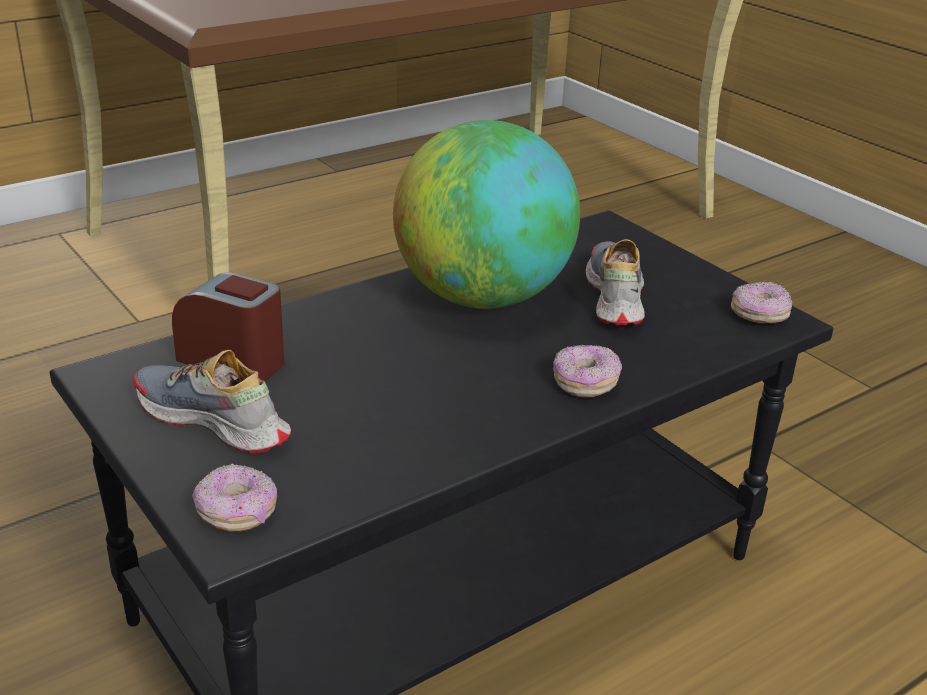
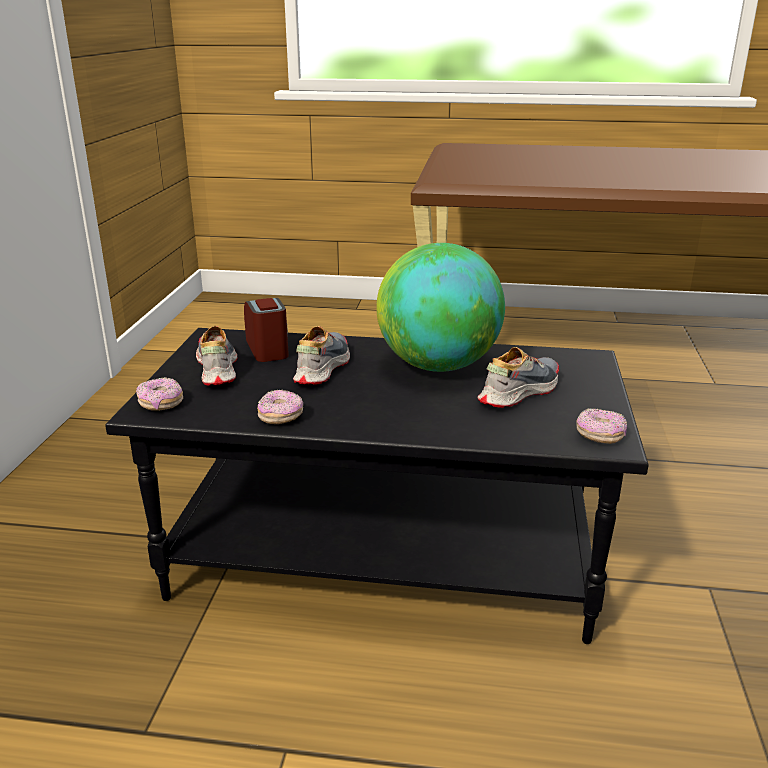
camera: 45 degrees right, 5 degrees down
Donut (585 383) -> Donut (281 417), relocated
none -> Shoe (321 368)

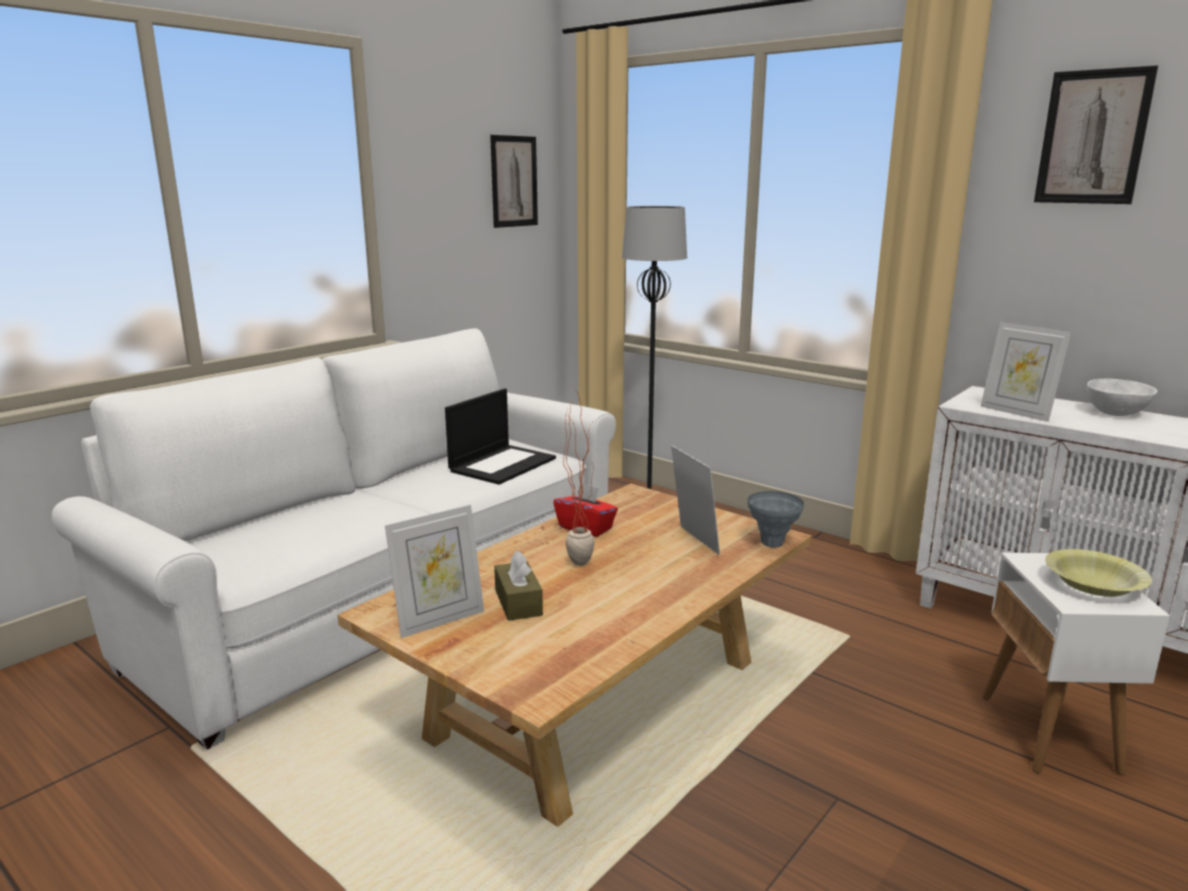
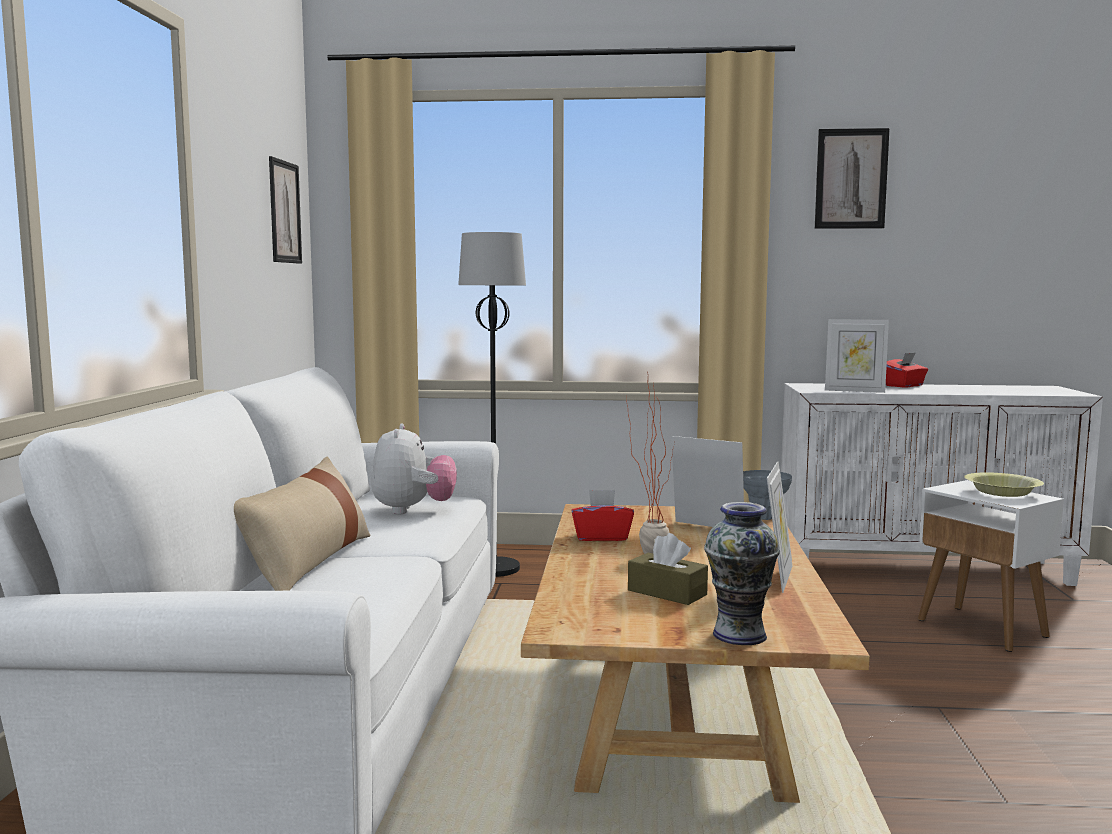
camera: 35 degrees left, 10 degrees down
WhiteBowl (1116 413) -> RedTissueBox (904 386)
Laptop (502 464) -> PlushToy (413 510)
PictureFrame (439 620) -> PictureFrame (778 577), relocated
none -> BeigePillow (308 563)
none -> Vase (740 635)

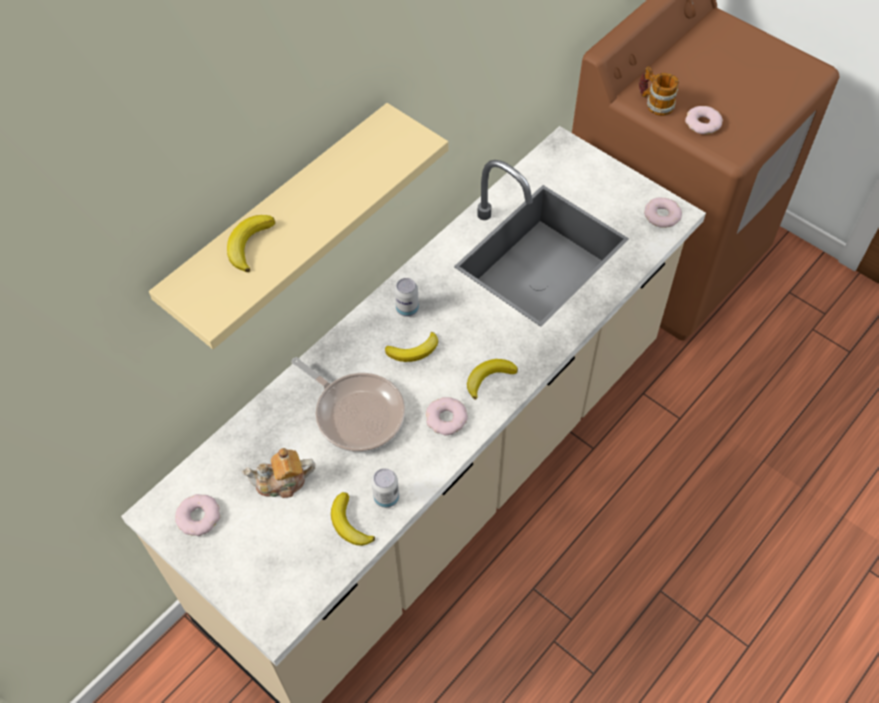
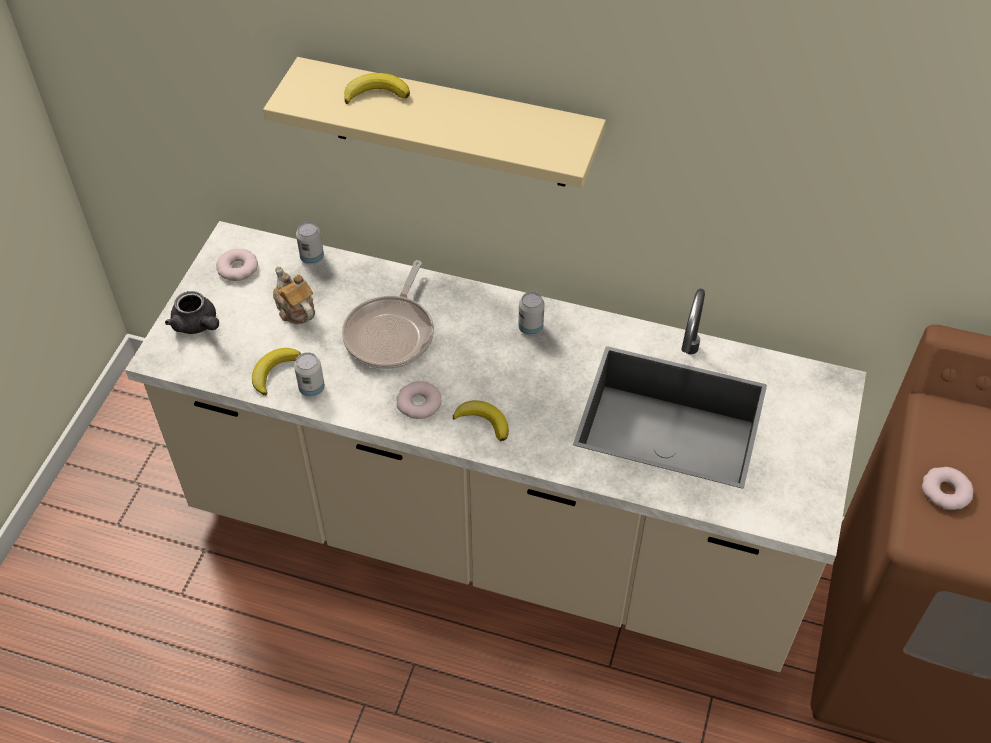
camera: 65 degrees right, 5 degrees down
Mug (655 103) -> none
Donut (662 215) -> none
Banana (414 350) -> none
none -> Can (312 258)
none -> GreyTeapot (197 325)

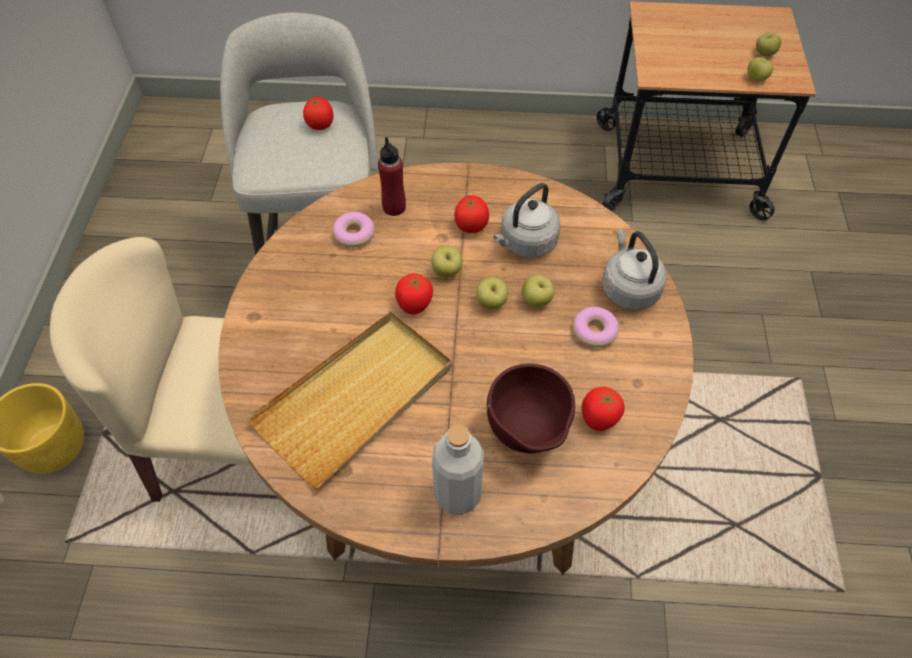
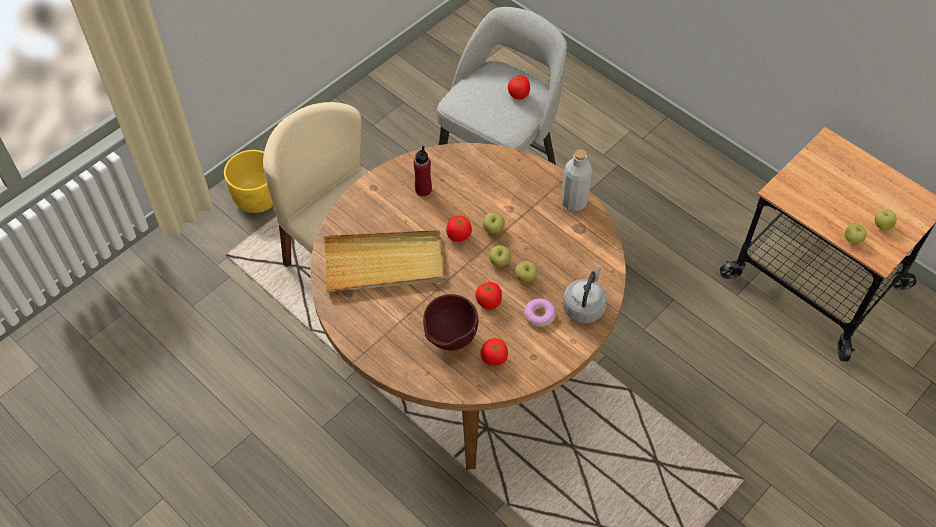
camera: 40 degrees right, 0 degrees up
RedBottle (394 207) -> RedBottle (423 189), relocated
GreyKettle (526 243) -> none
Tomato (471 225) -> Tomato (489 302), relocated
Donut (354 234) -> none
GreyBottle (457 494) -> GreyBottle (574 202), relocated

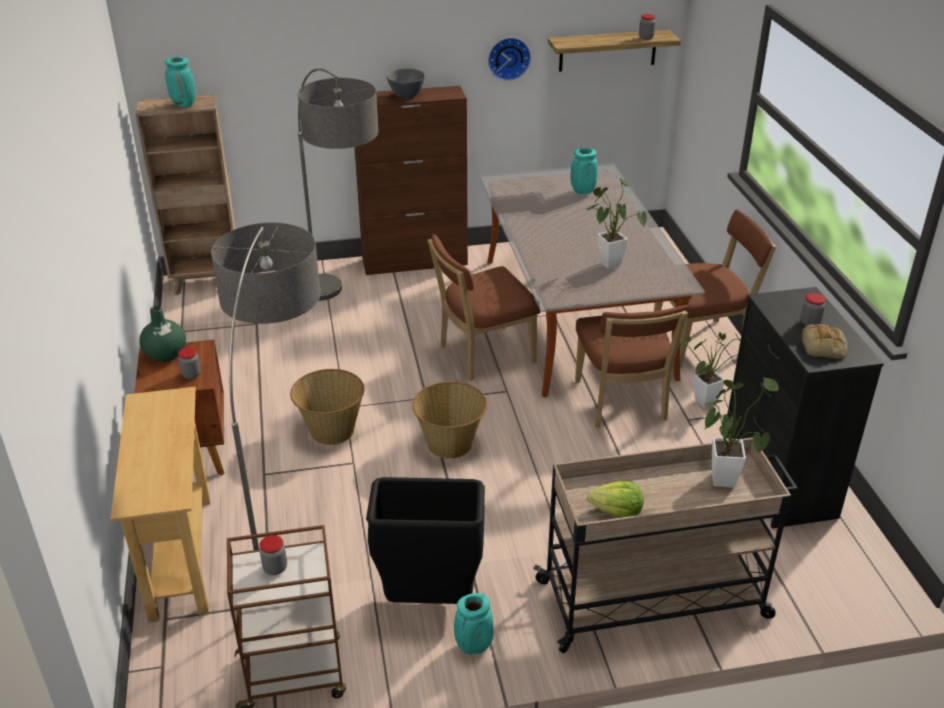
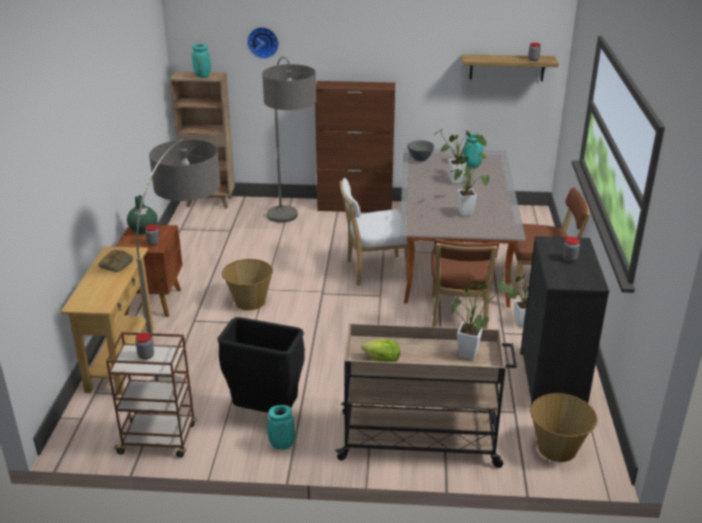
camera: 15 degrees right, 5 degrees down
WallClock (508 58) -> WallClock (263 42), relocated
GreyBowl (406 96) -> GreyBowl (420 160), relocated
BrownChair (482 355) -> WhiteChair (374 271)
Bread (824 347) -> Bread (116 264), relocated
Basket (450 444) -> Basket (557 449), relocated
none -> PottedPlant (459 181)

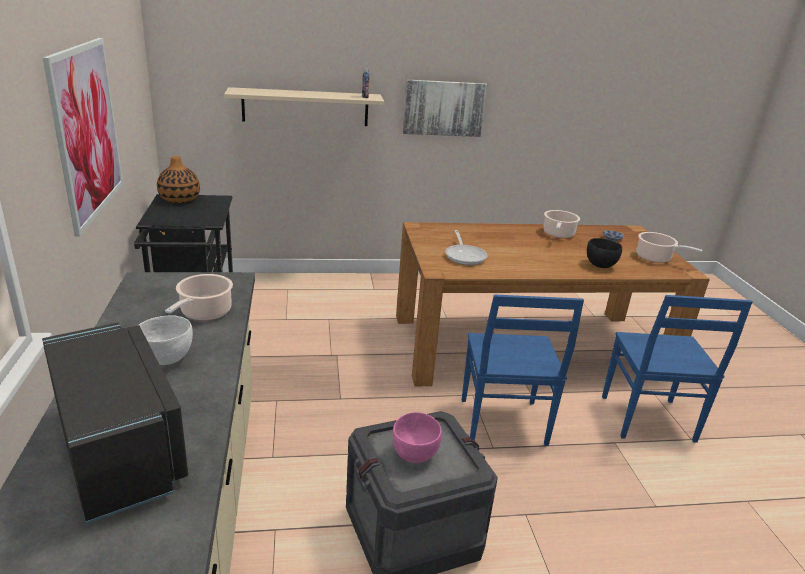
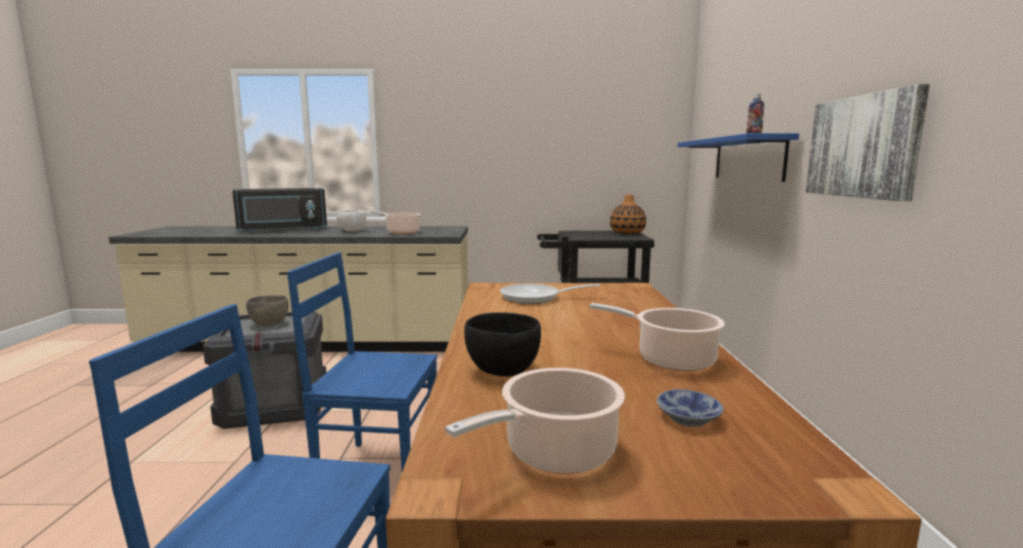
camera: 100 degrees right, 15 degrees down
Picture (87 131) -> none
BeigeShelf (305 107) -> BlueShelf (748 159)
PinkBowl (415 454) -> GreyBowl (269 324)

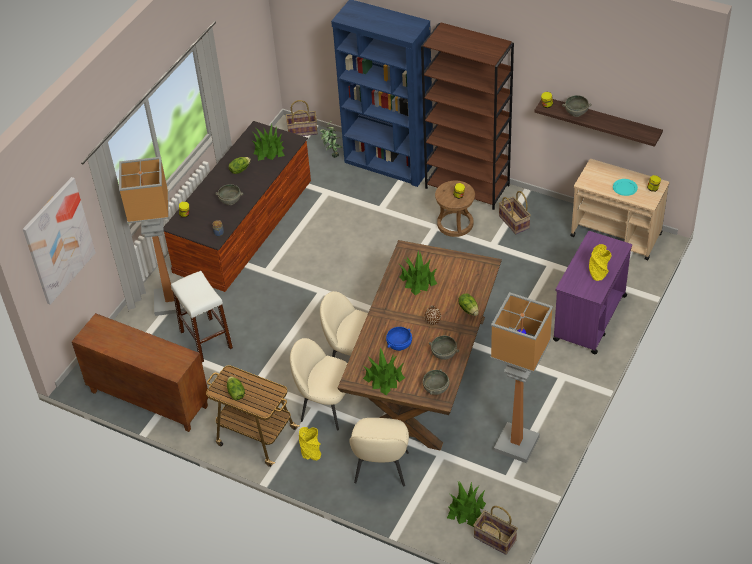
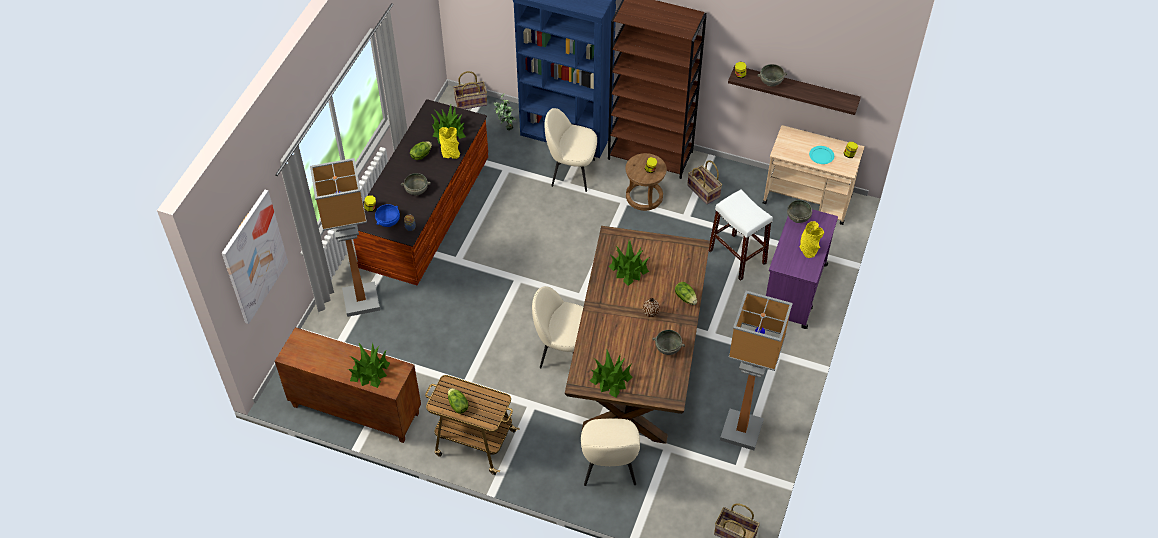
camera: 10 degrees left, 5 degrees up
WhiteStool (206 340) -> WhiteStool (737 257), relocated
BlueBowl (399 345) -> BlueBowl (388 222), relocated
BeigeChair (325 406) -> BeigeChair (571 172), relocated
GreyBowl (436 389) -> GreyBowl (798 217), relocated
YellowVase (311 452) -> YellowVase (450 152), relocated
PottedPlant (466 509) -> PottedPlant (370 371), relocated

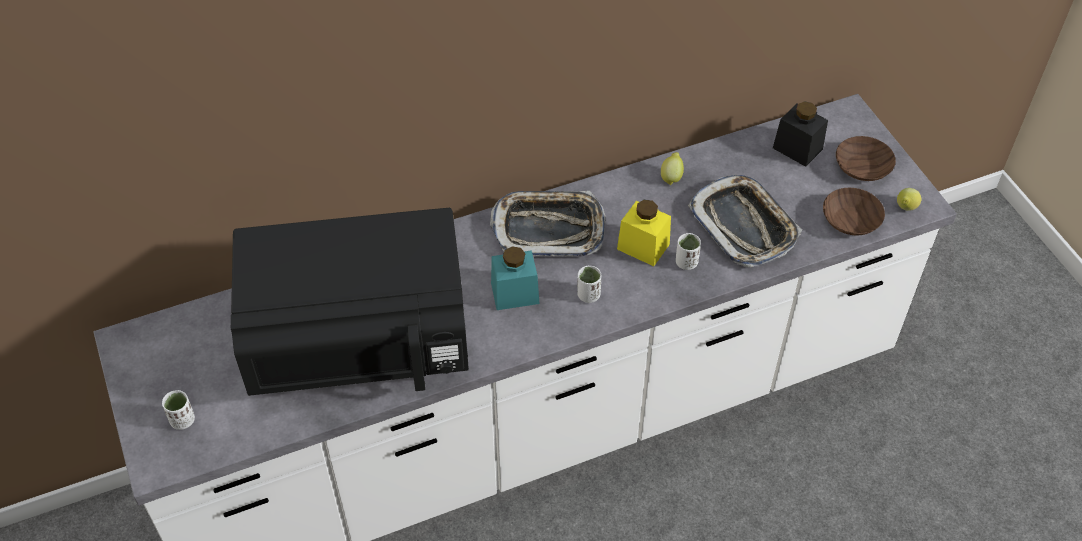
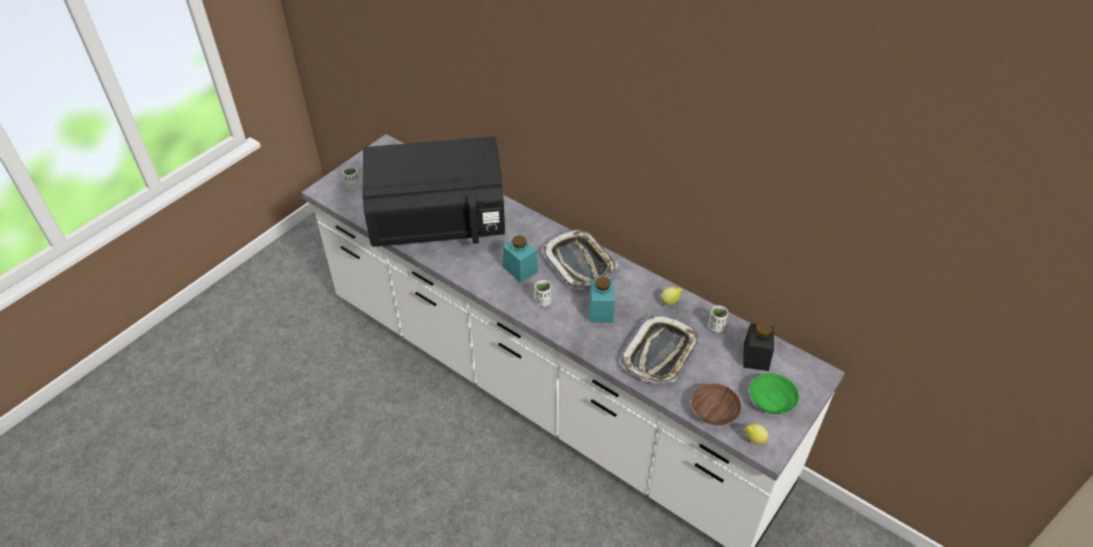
camera: 60 degrees right, 5 degrees down
BrownBowl (861 168) -> GreenBowl (770 399)
YellowJar (643 246) -> TurquoiseJar (601 311)
BlackMicrowave (360 347) -> BlackMicrowave (439 225), 60 degrees counterclockwise
WhiteCup (686 262) -> WhiteCup (716 327), relocated

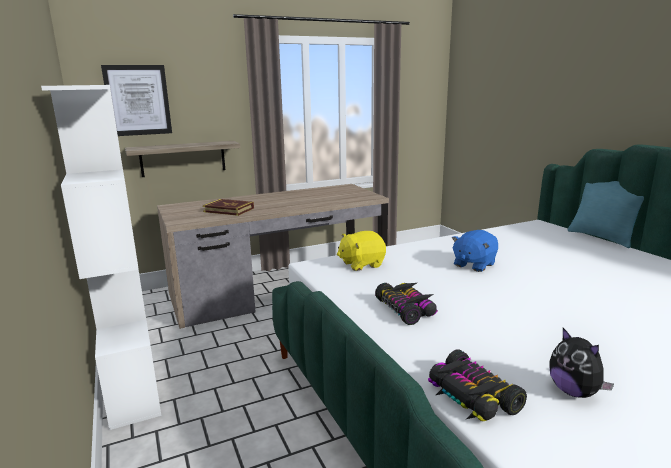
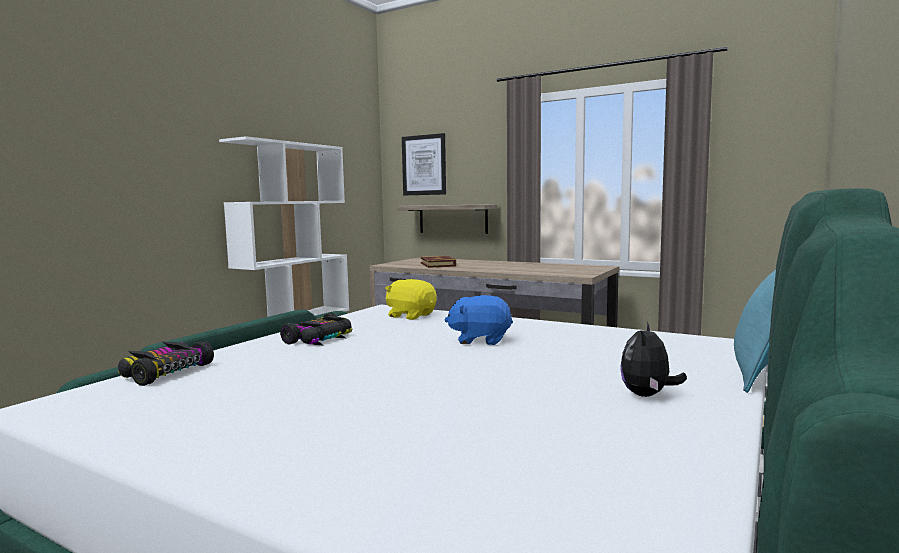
camera: 55 degrees right, 10 degrees down
PlushToy (574 392) -> PlushToy (647 395), relocated

